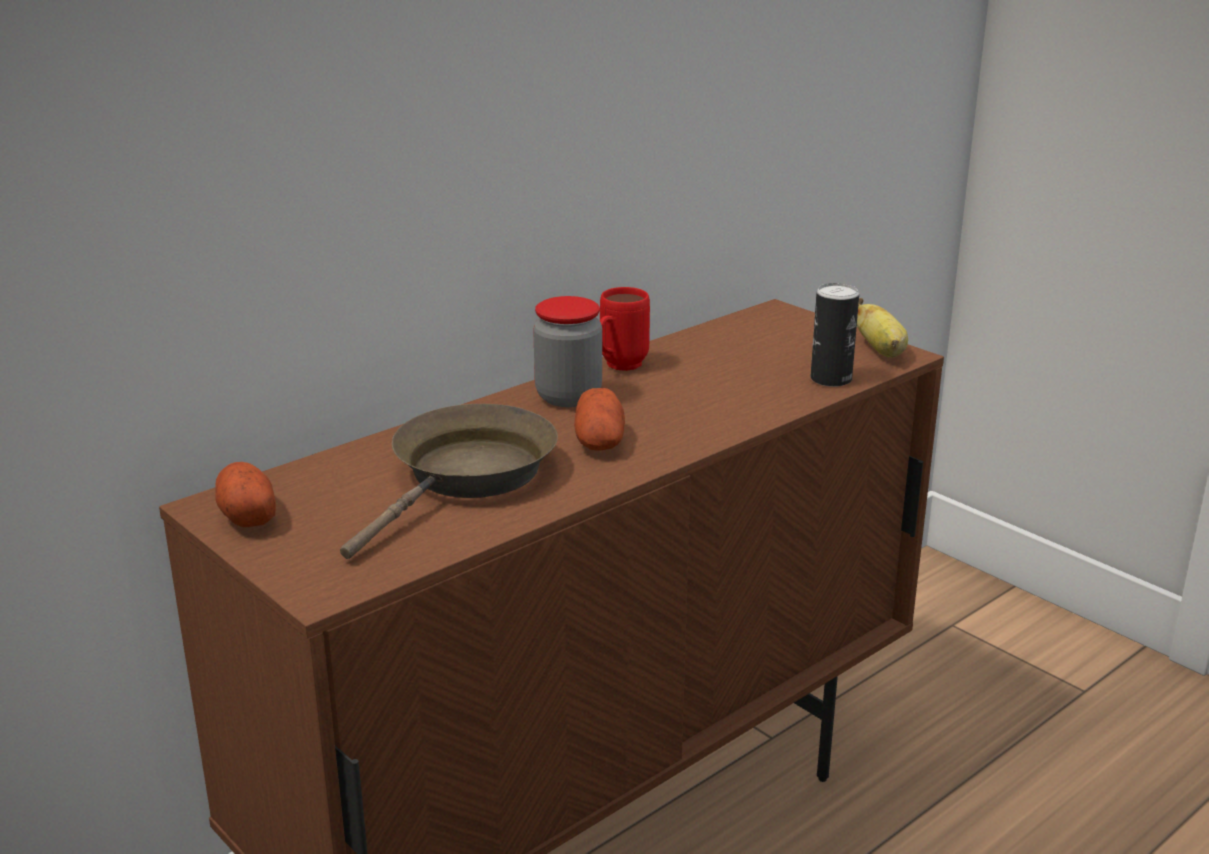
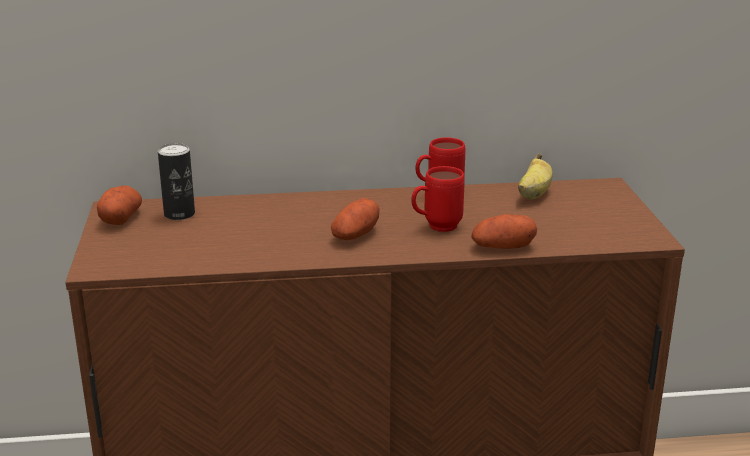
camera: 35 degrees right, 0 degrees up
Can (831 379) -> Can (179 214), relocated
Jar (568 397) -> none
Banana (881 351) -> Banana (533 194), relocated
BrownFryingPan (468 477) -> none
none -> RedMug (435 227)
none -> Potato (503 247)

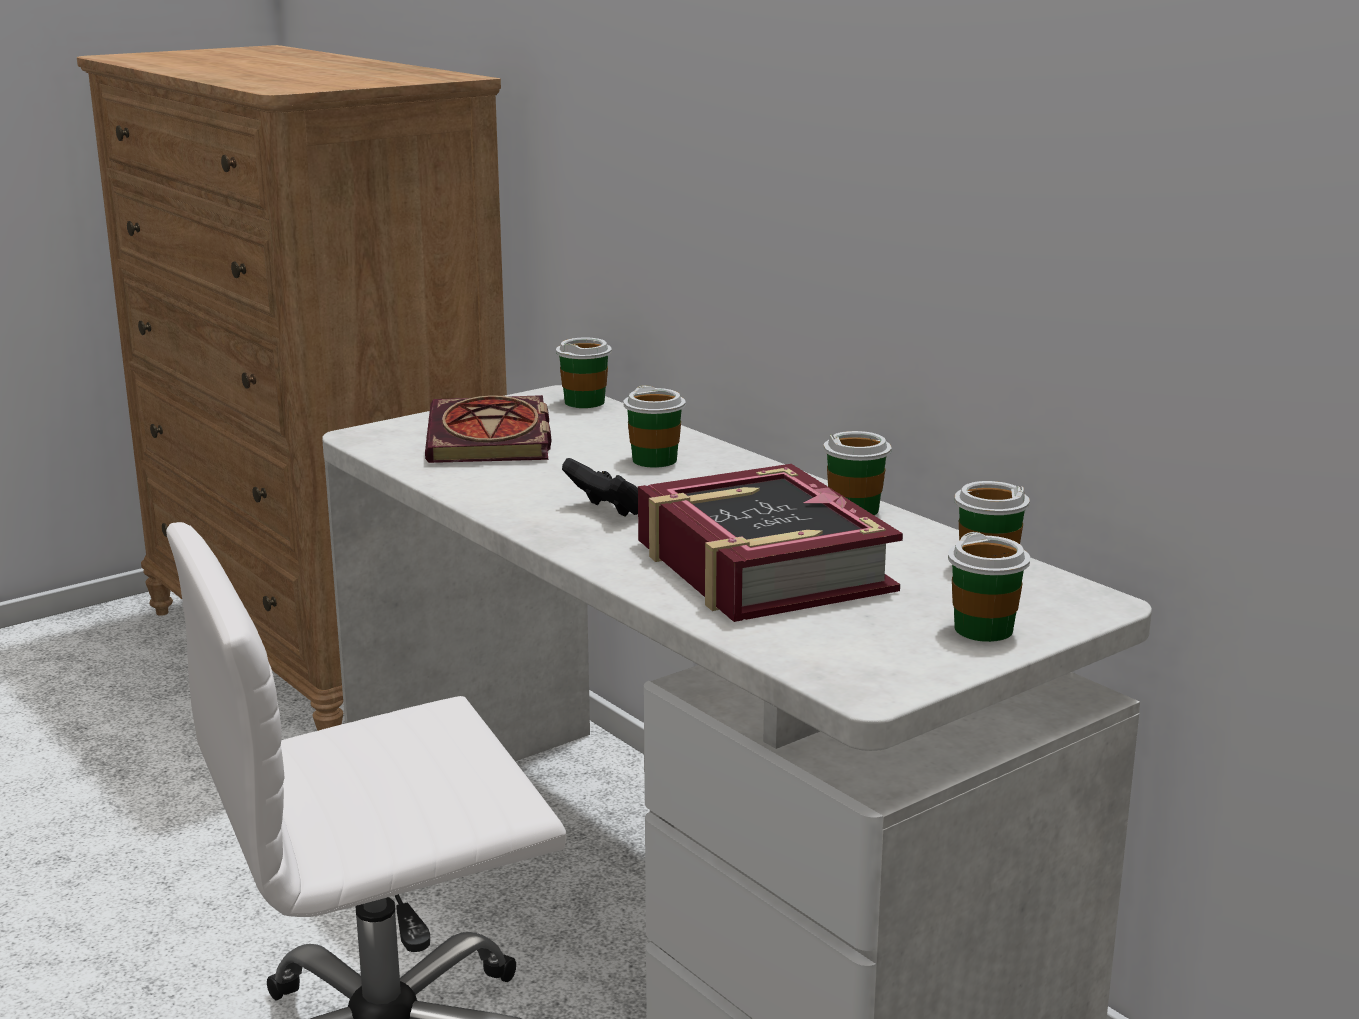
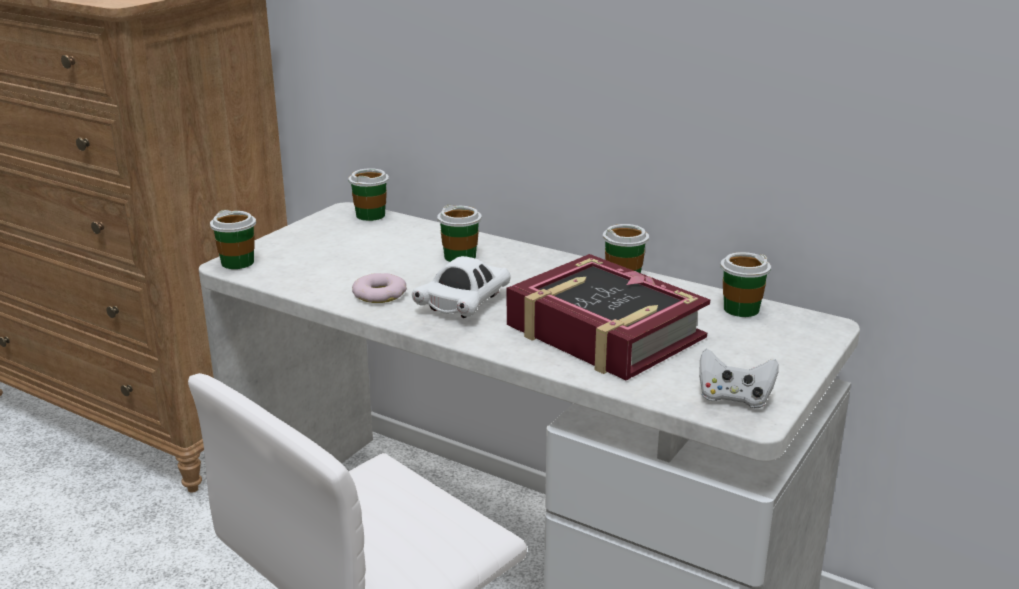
camera: 20 degrees left, 5 degrees up
Book (492 439) -> none
BlackGameController (607 511) -> WhiteToyCar (464 304)
Cup (983 629) -> Cup (237 262), relocated
none -> Donut (379 294)
none -> WhiteGameController (734 398)

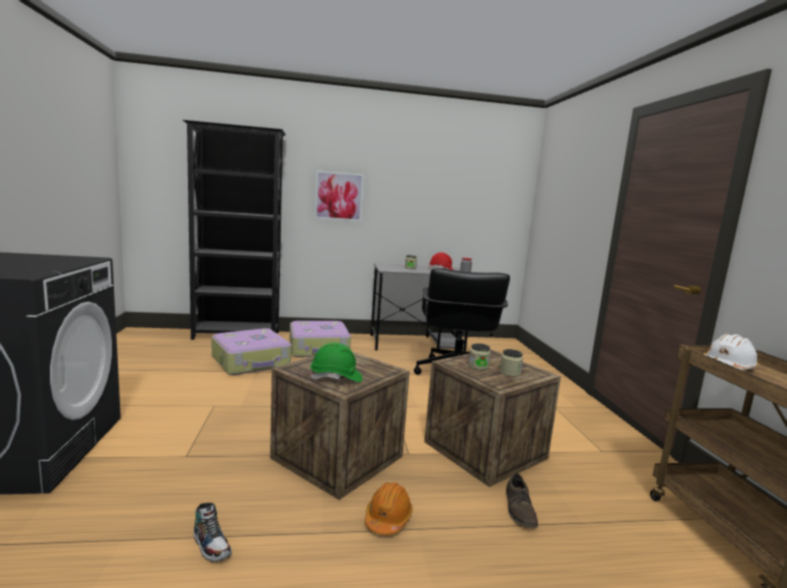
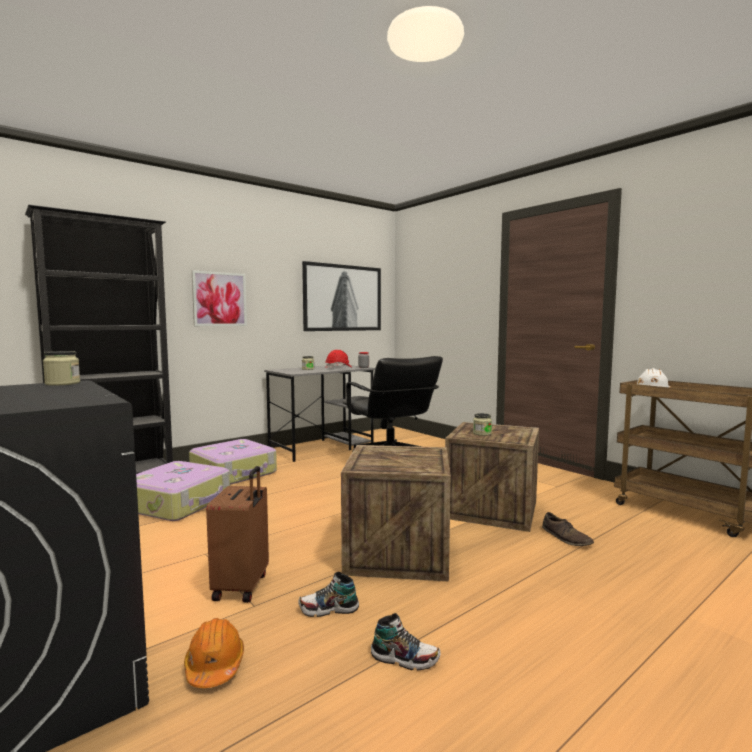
camera: 30 degrees left, 5 degrees down
GreenHardHat (336 378) -> none
Jar (510 372) -> Jar (62 383), relocated
OrangeHardHat (388 518) -> OrangeHardHat (214 665), relocated
none -> Picture (342 298)
none -> BrownSuitcase (242 587)
none -> Shoe (329 609)

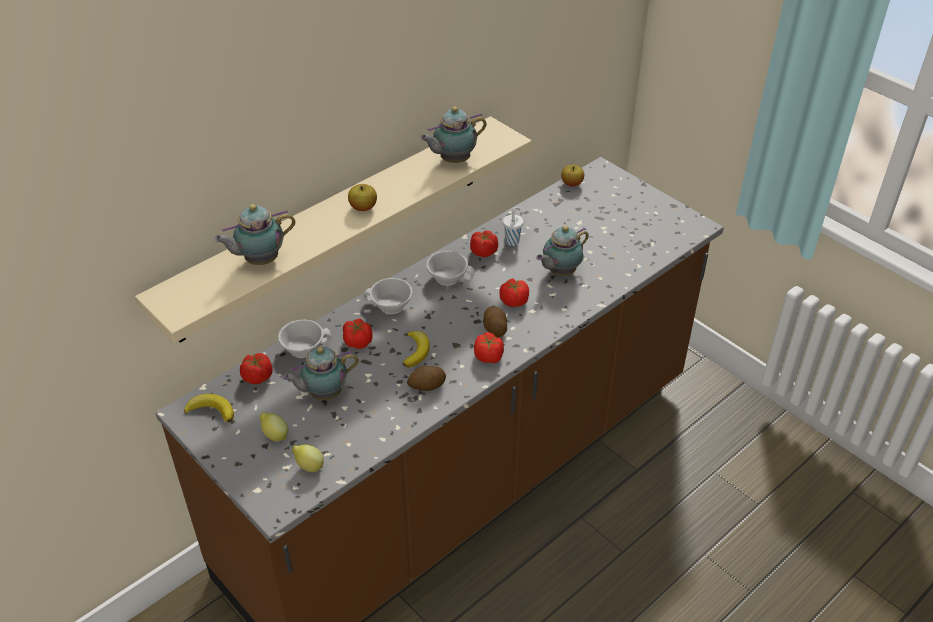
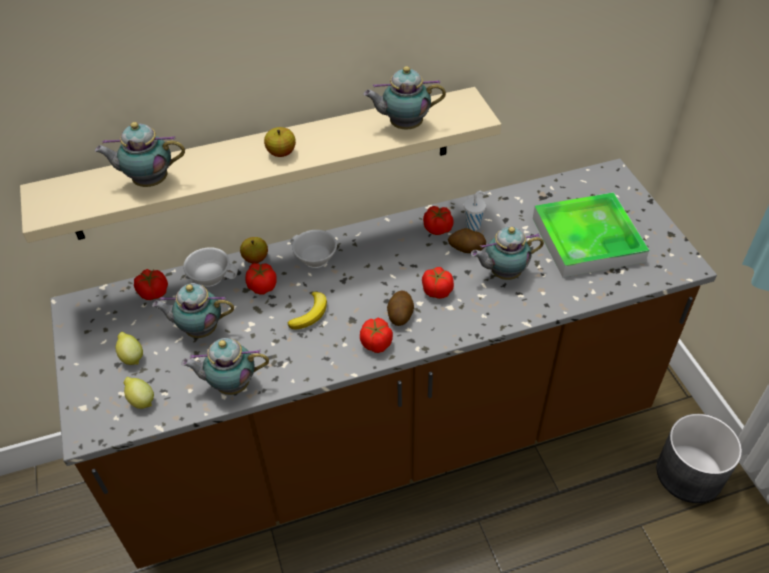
camera: 25 degrees right, 5 degrees up
Apple (572 184) -> Apple (255 258), relocated
WhiteCup (449 276) -> none
Potato (427 386) -> Potato (466 249), relocated
Banana (212 410) -> none
none -> Tray (587 239)
none -> Teapot (230 385)
none -> GreyPlanter (690 474)

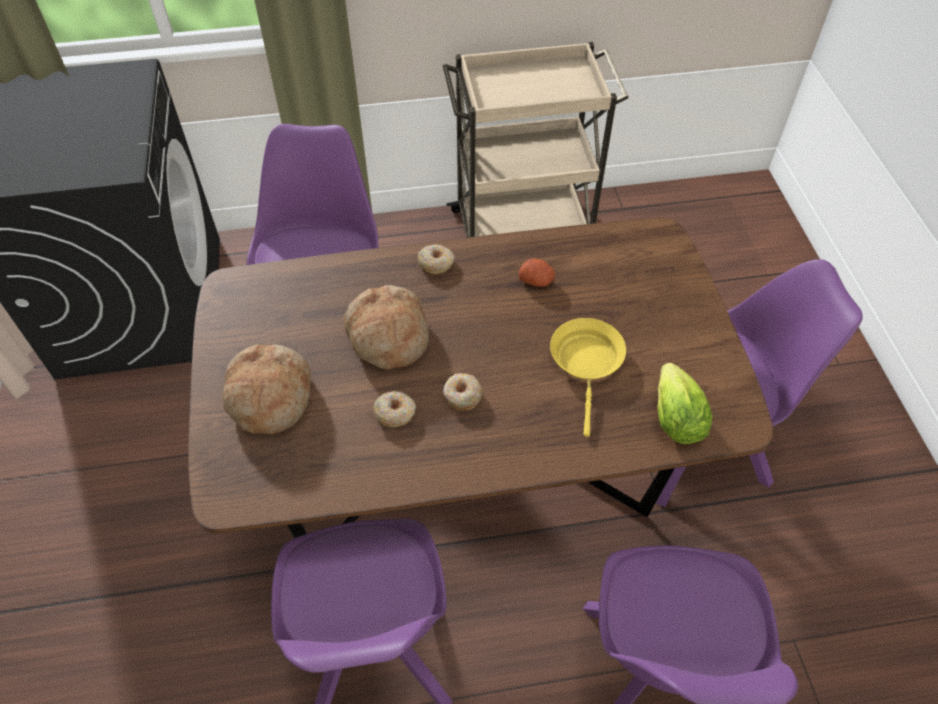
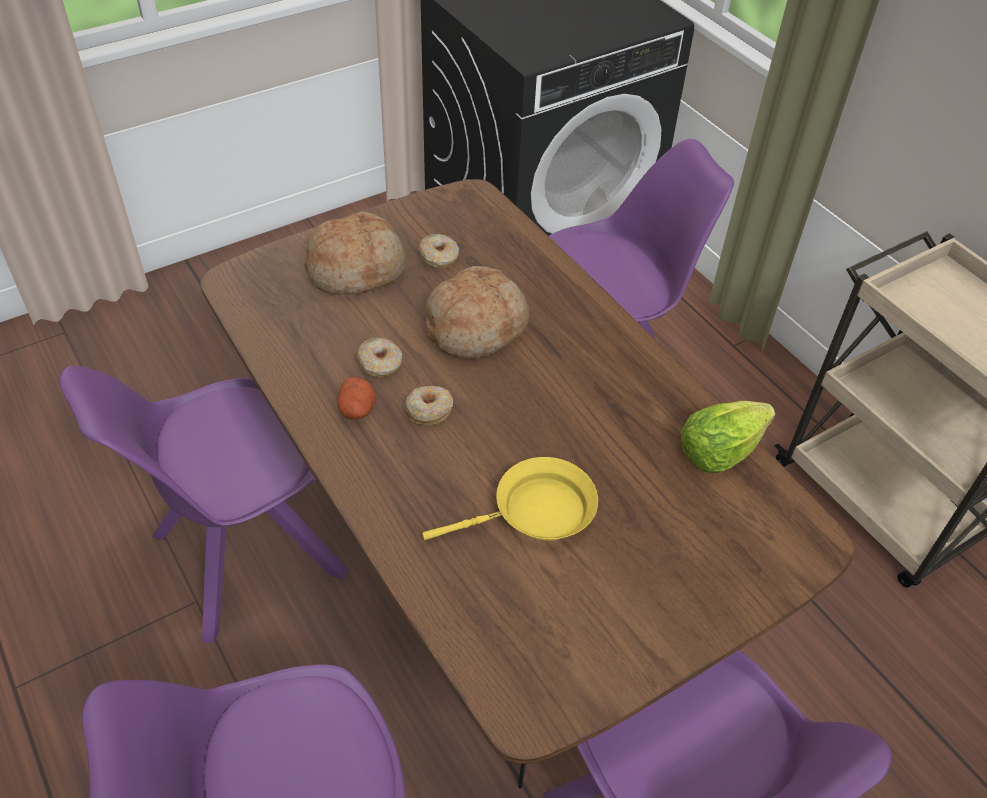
camera: 65 degrees right, 5 degrees down
Donut (436 263) -> Donut (439 257), relocated
Potato (537 280) -> Potato (357 409), relocated
Lettuce (675 419) -> Lettuce (718 451), relocated

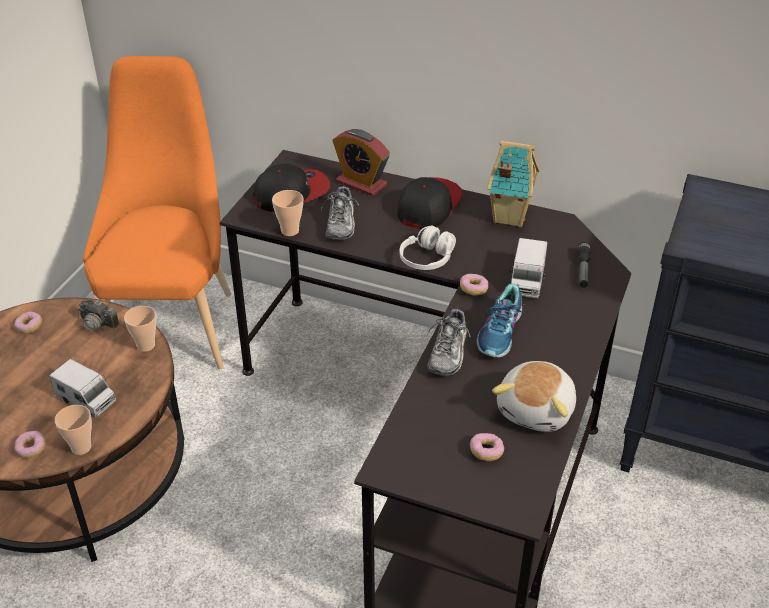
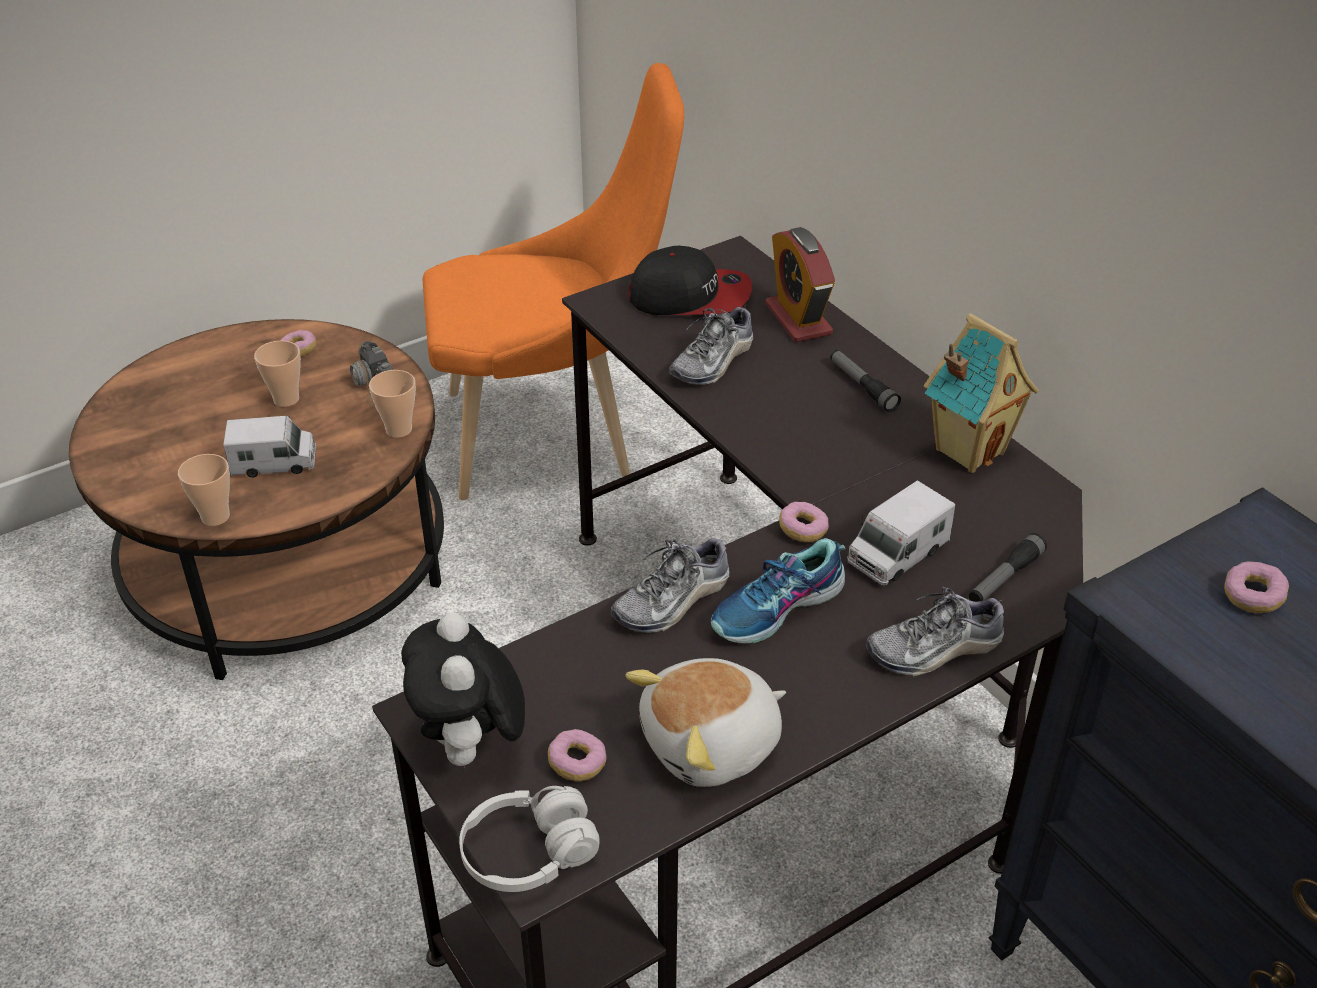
camera: 35 degrees right, 0 degrees up
OrangeChair (173 322) -> OrangeChair (554 435), 45 degrees clockwise
Cap (428 205) -> Flashlight (862 386)
Cup (290 231) -> Cup (286 399), relocated
WhiteHeadphones (427 259) -> WhiteHeadphones (529 854), relocated
ToyTruck (86 399) -> ToyTruck (274 463), 75 degrees counterclockwise
Donut (31 449) -> Donut (1252 597), relocated
none -> Shoe (934 649)
none -> PlushToy (471 748)

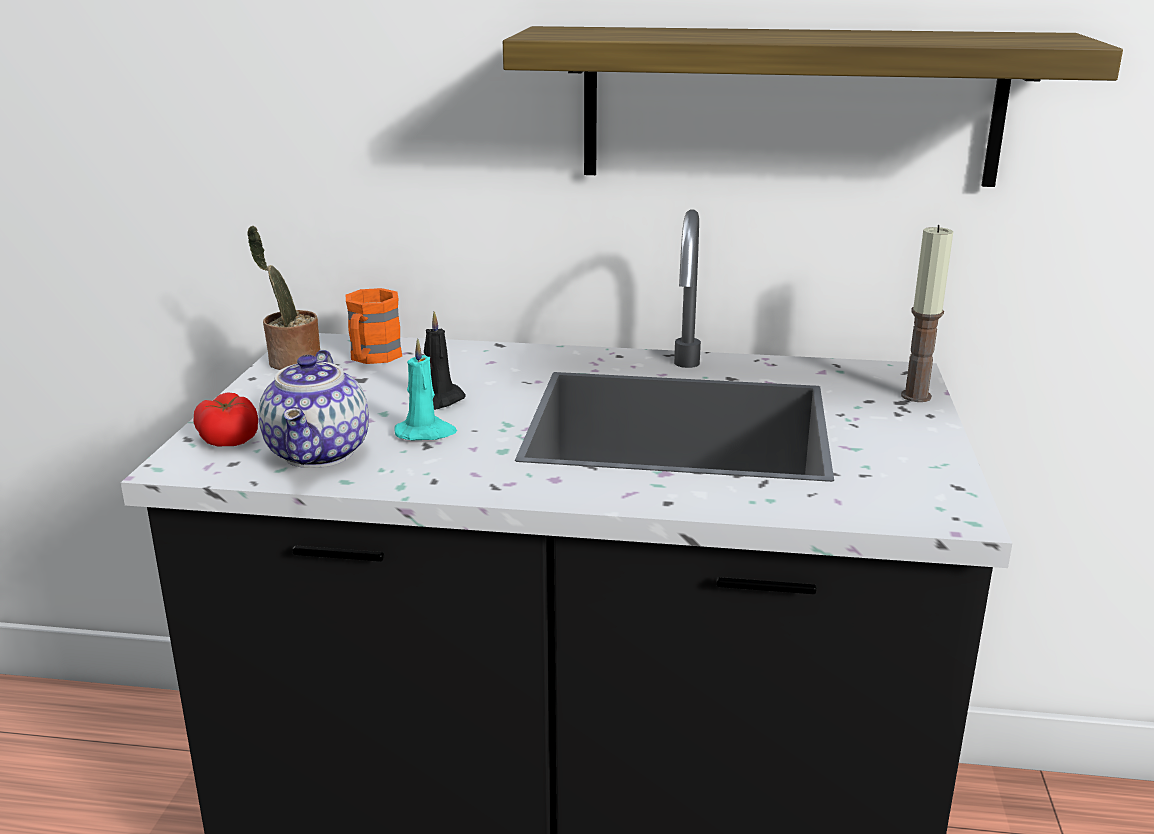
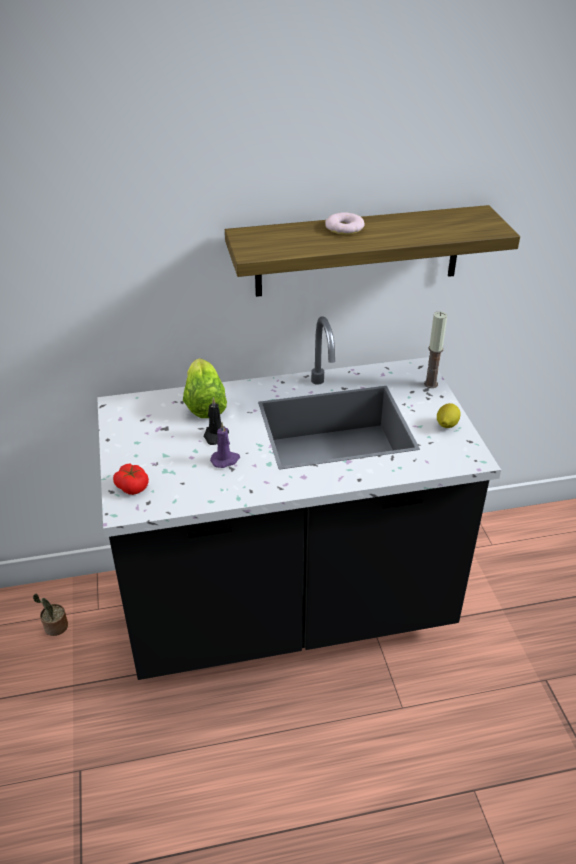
camera: 20 degrees left, 15 degrees up
PottedPlant (291 362) -> PottedPlant (55 627), relocated
OrangeMug (372 358) -> none
TurquoiseCandle (426 433) -> PurpleCandle (225 460)
Teapot (320 453) -> none
none -> Donut (344 228)
none -> Lettuce (204 403)
none -> Lemon (446 425)

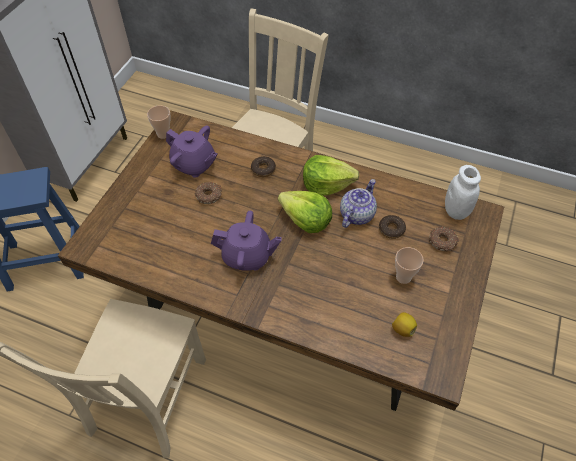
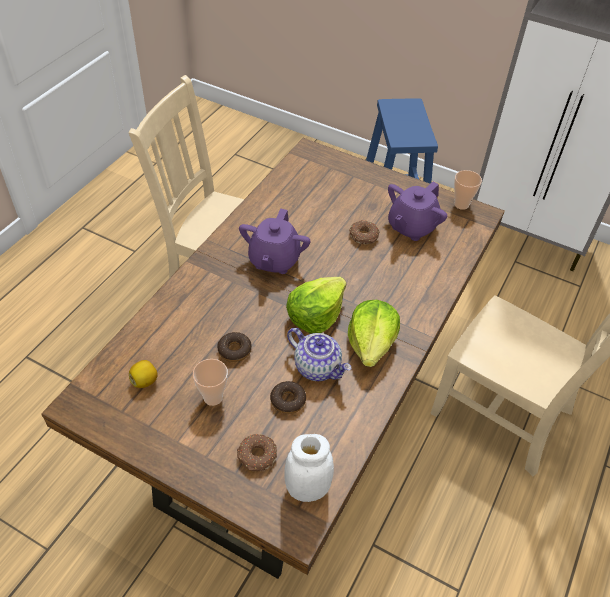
camera: 95 degrees right, 5 degrees down
Donut (263 169) -> Donut (234 350), relocated

